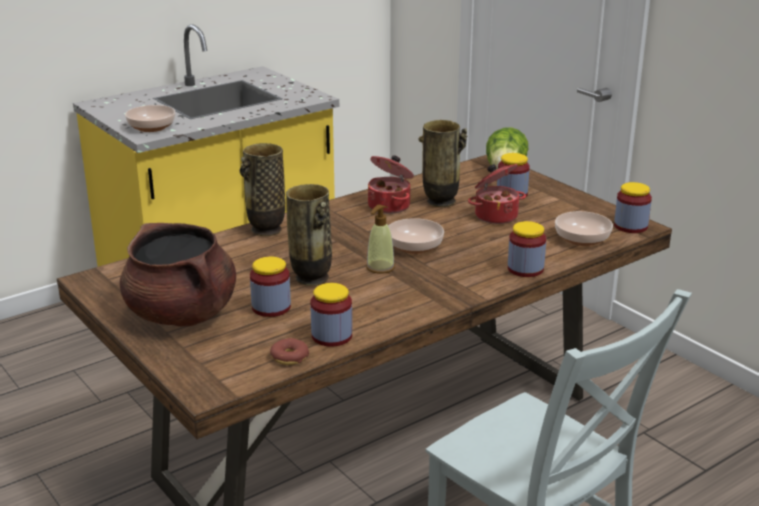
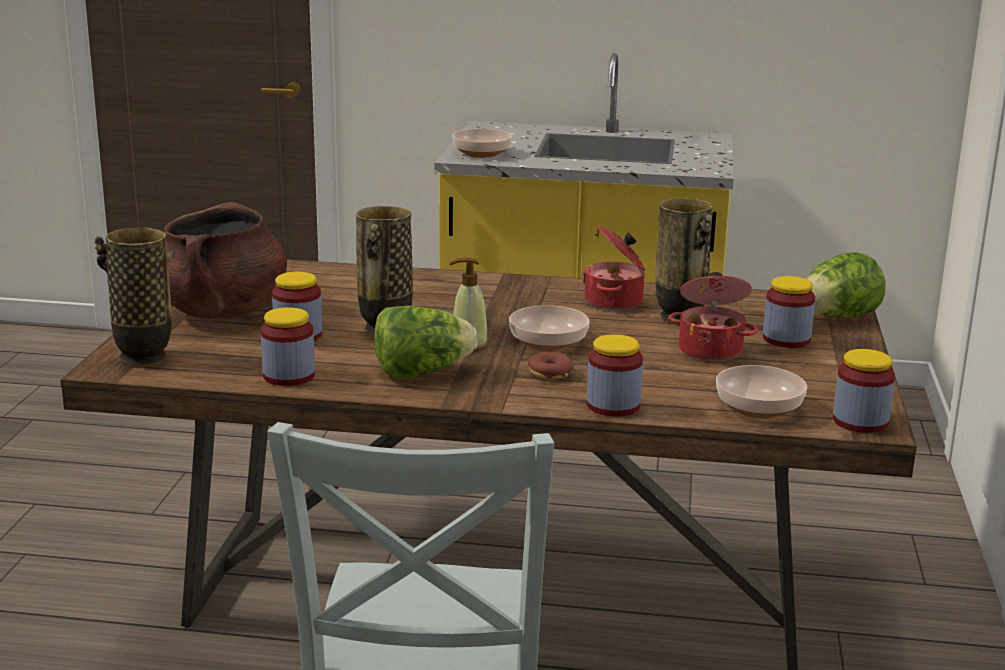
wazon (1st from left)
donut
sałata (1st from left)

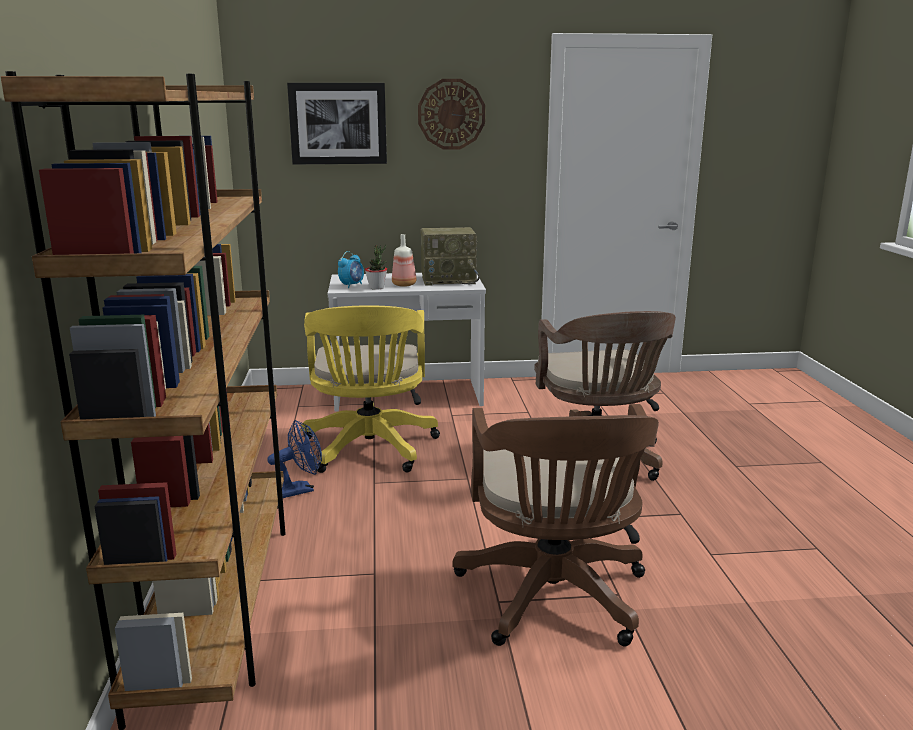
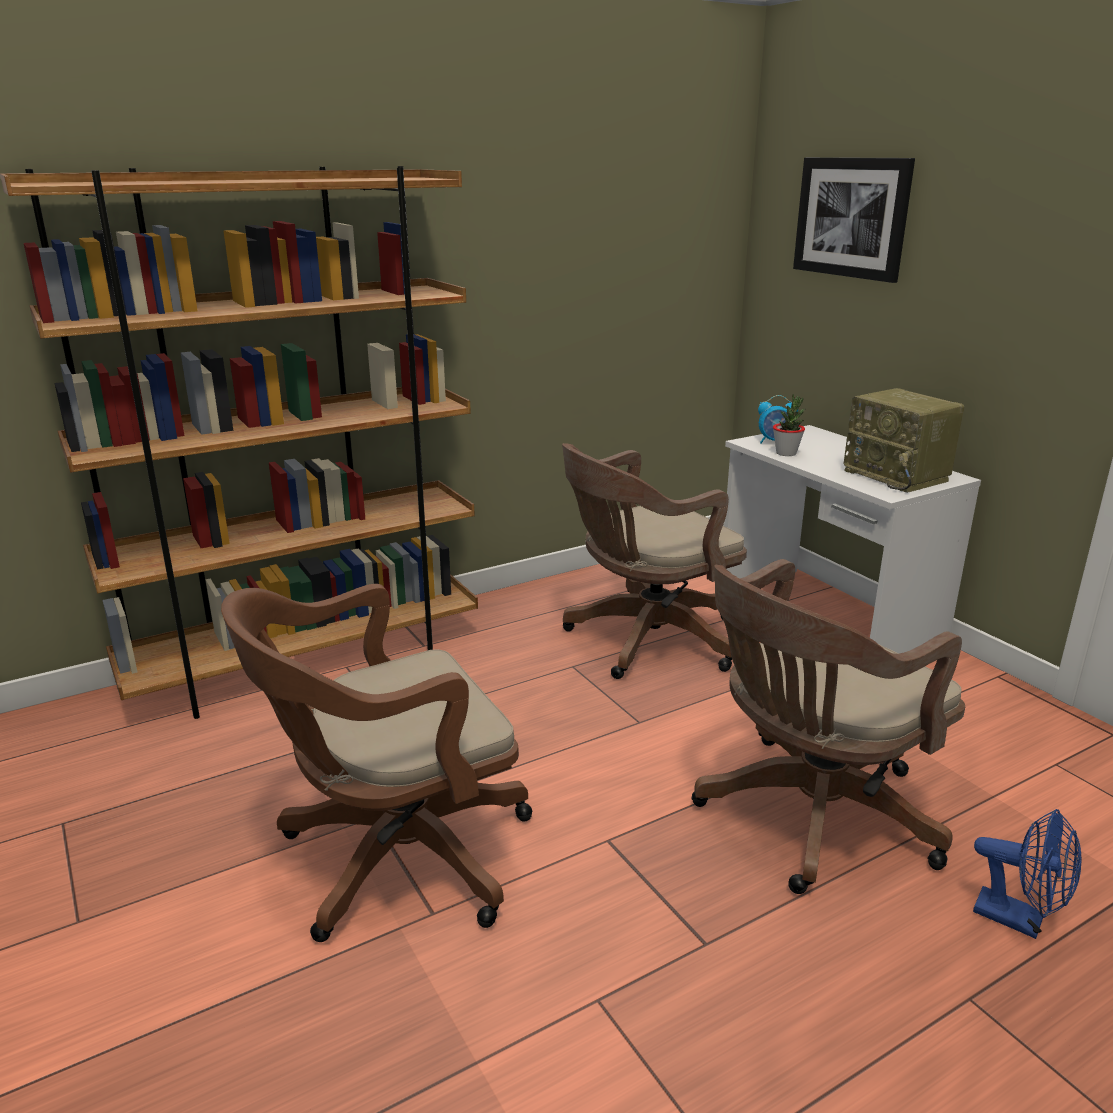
wentylator (niebieski)
krzesło biurowe (brązowy) (2nd from left)
butelka
zegar ścienny

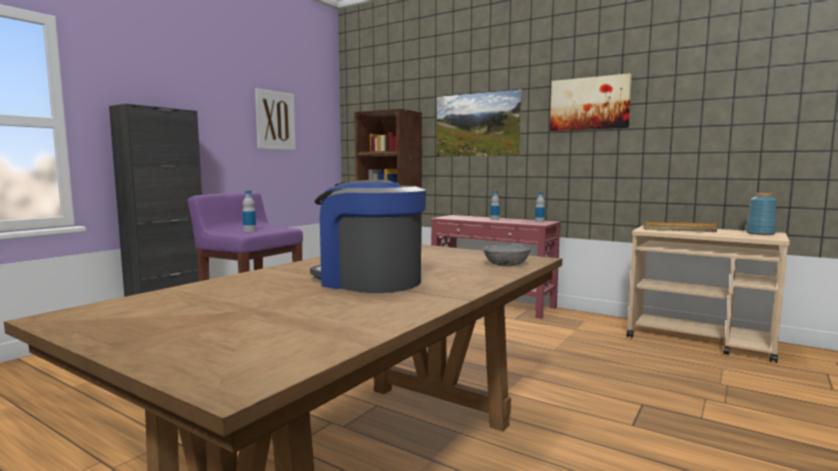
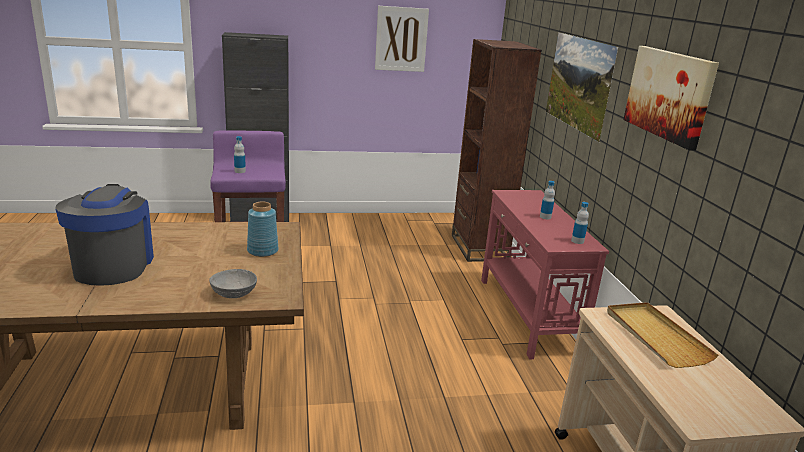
wazon (niebieski)

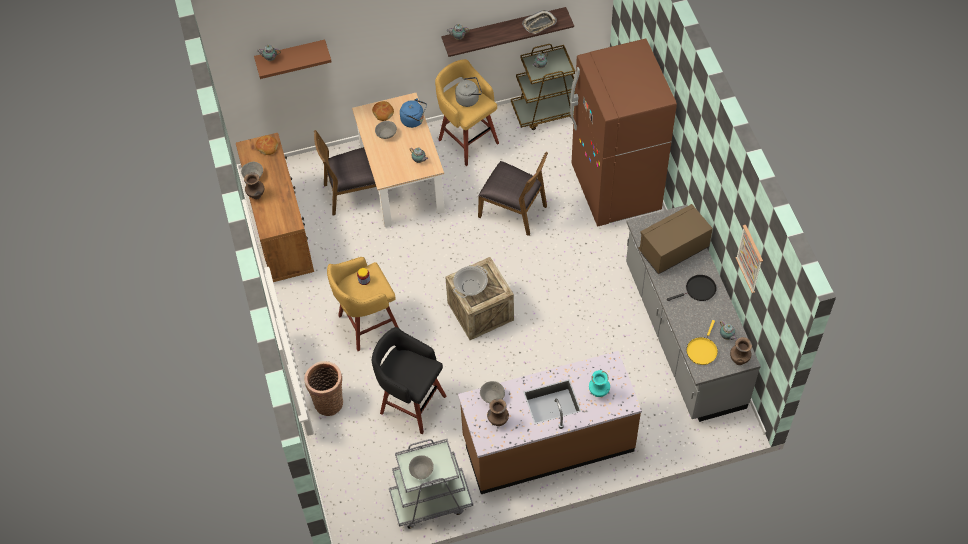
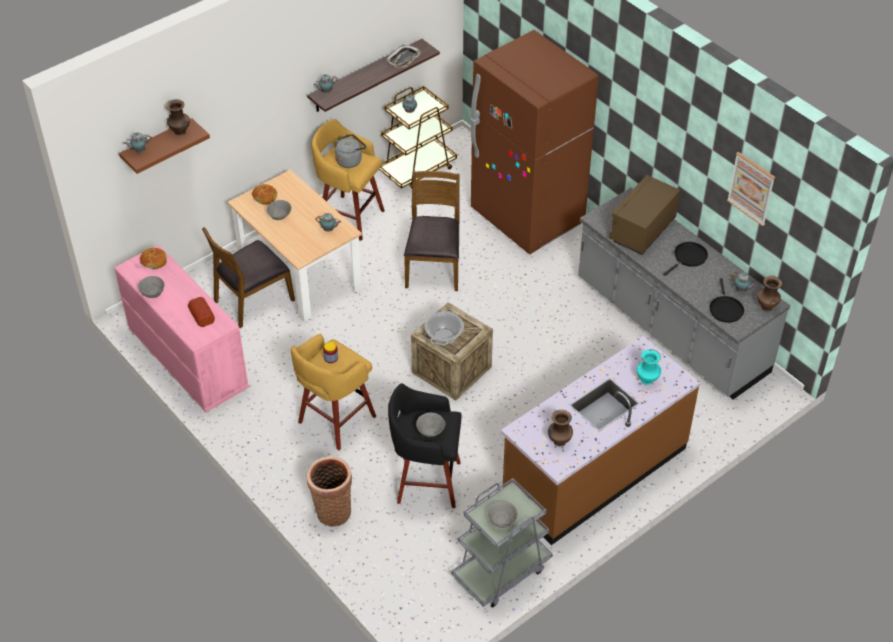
komoda (różowy)
wazon (brązowy) (1st from left)
czajnik (niebieski)
krzesło (brązowy) (2nd from left)
miska (szary) (3rd from left)
patelnia (czarny) (2nd from left)
chleb (2nd from left)

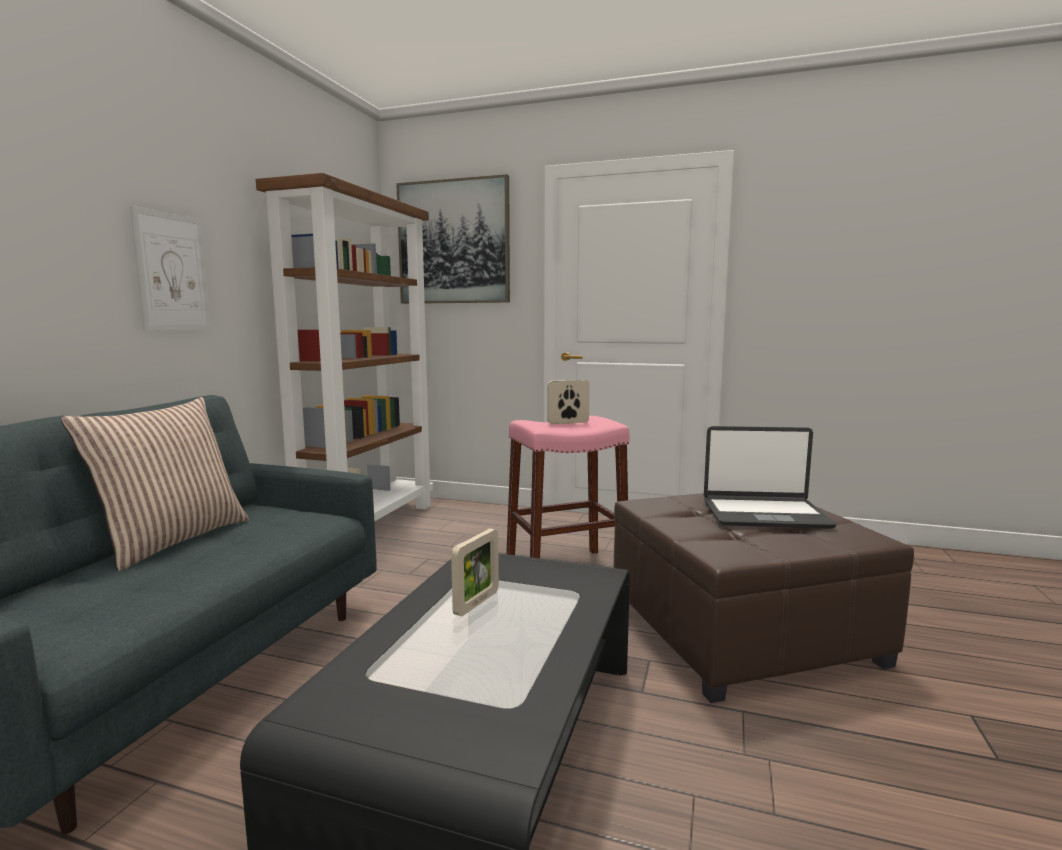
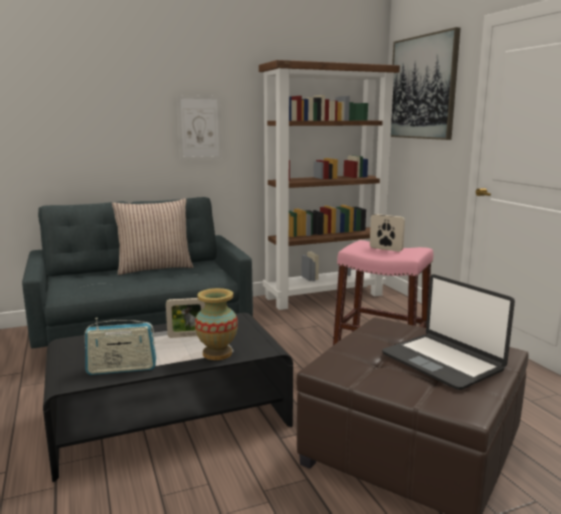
radio
wazon

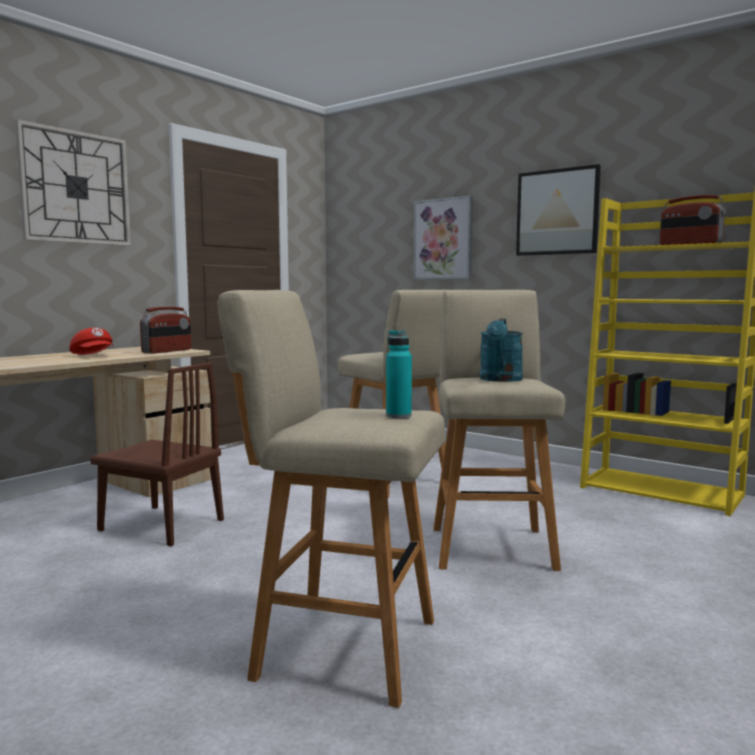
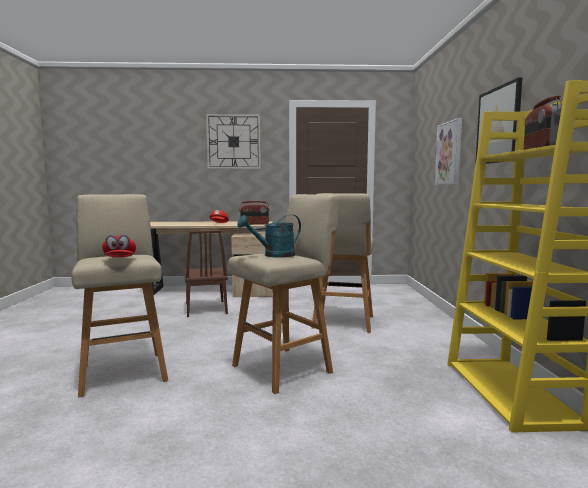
czapka z daszkiem (czerwony) (1st from left)

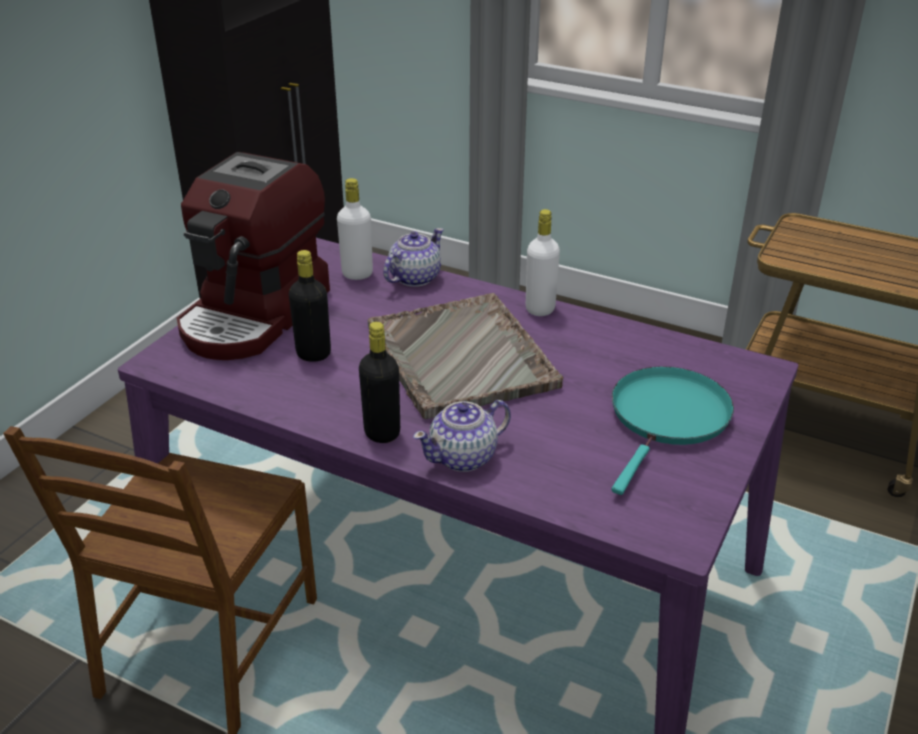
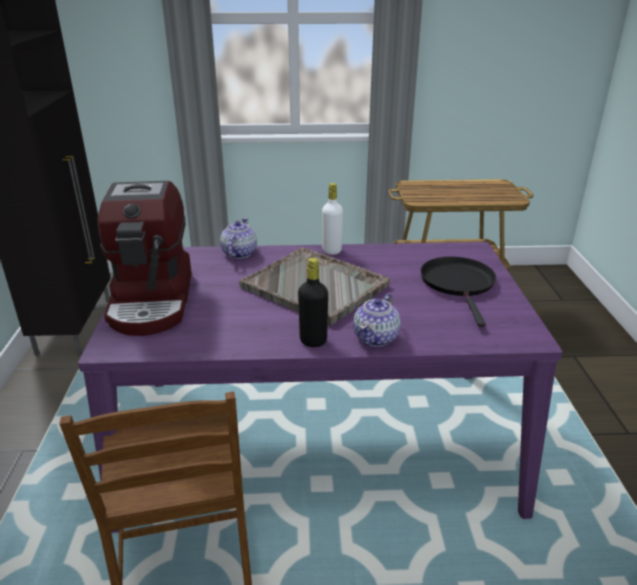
butelka (czarny) (1st from left in the first image)
butelka (biały) (1st from left in the first image)
patelnia (czarny)

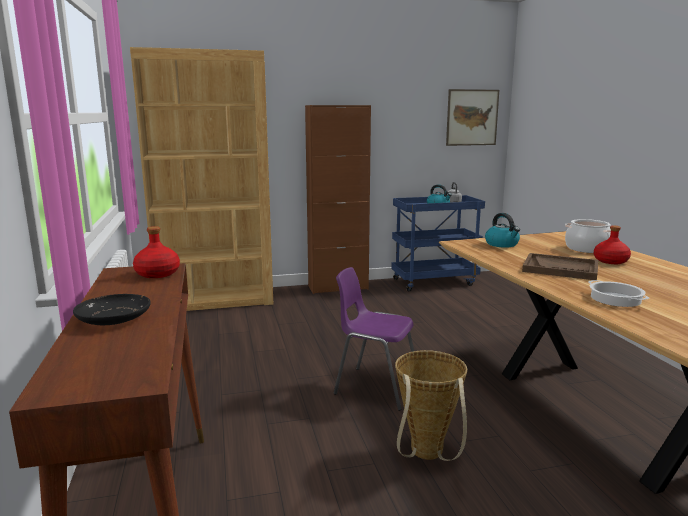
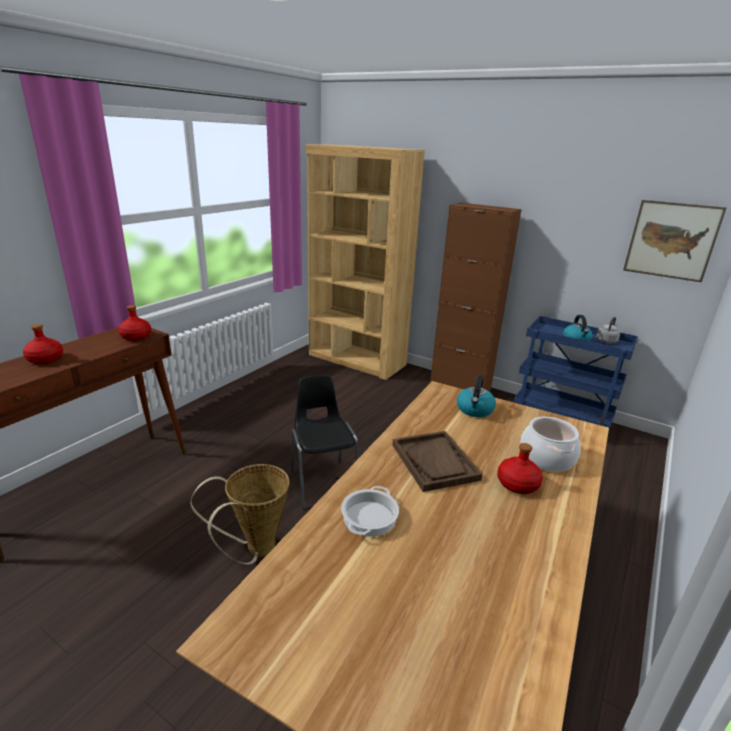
butelka (czerwony) (1st from left)
krzesło (czarny)

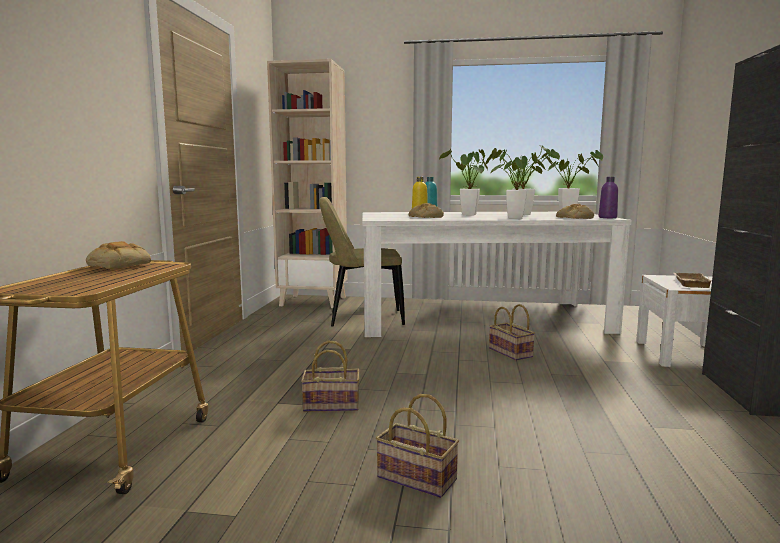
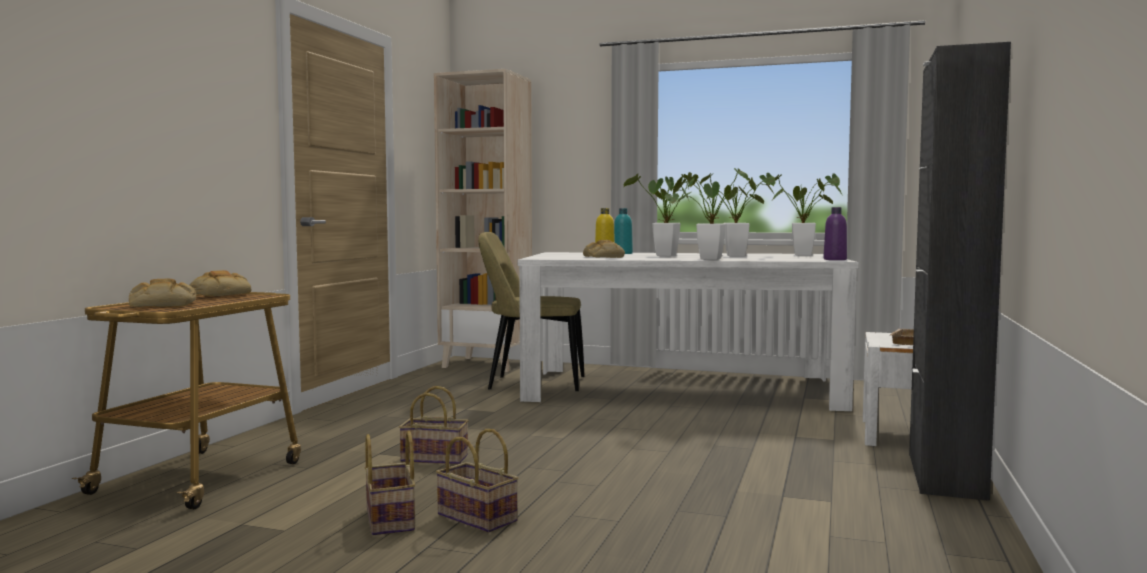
koszyk (1st from left)
chleb (1st from left)

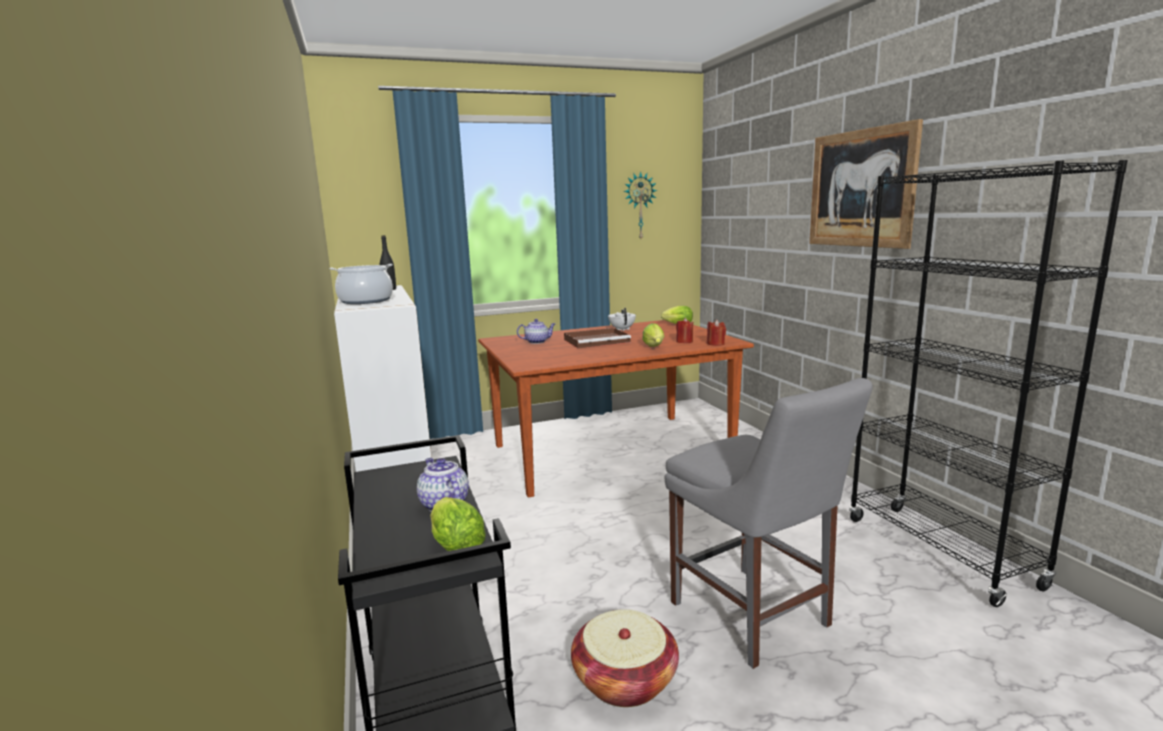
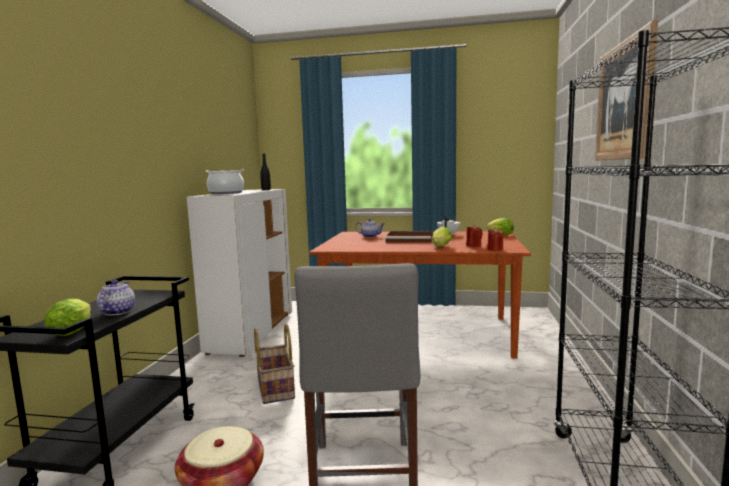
zegar ścienny
koszyk (2nd from left)

